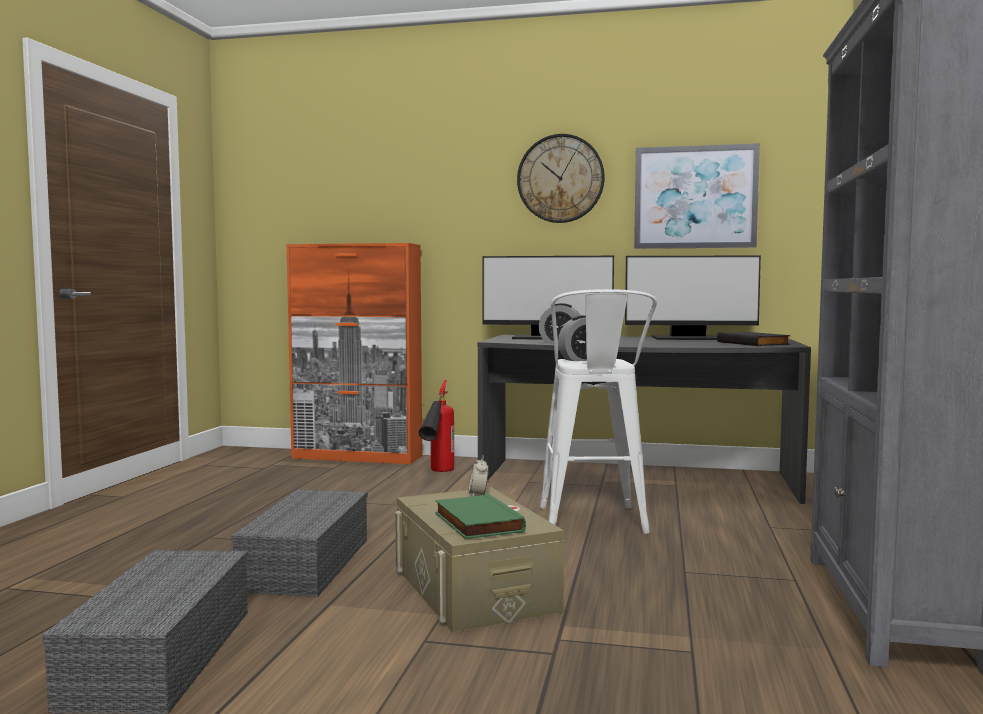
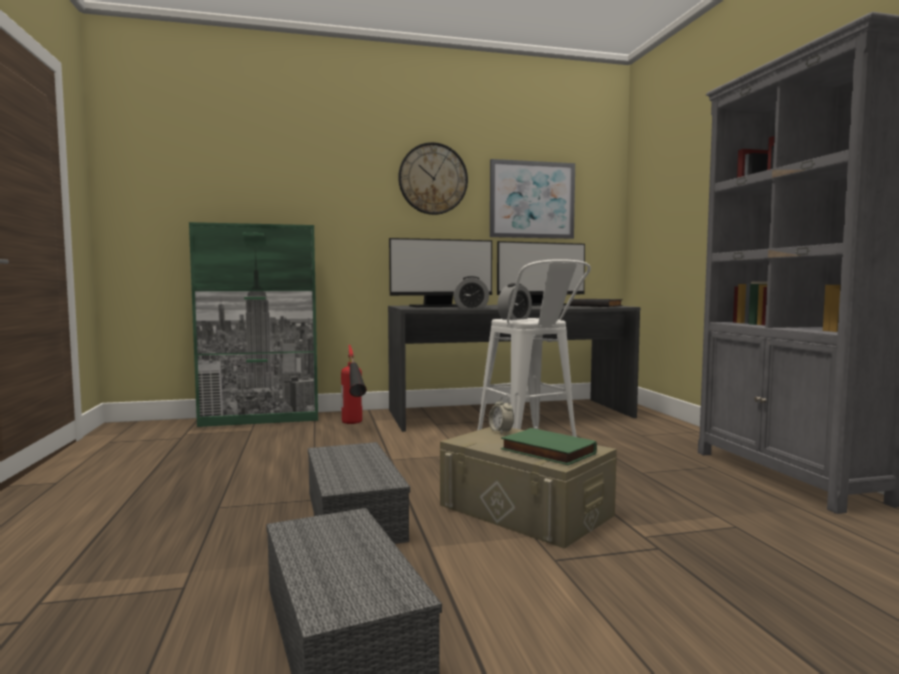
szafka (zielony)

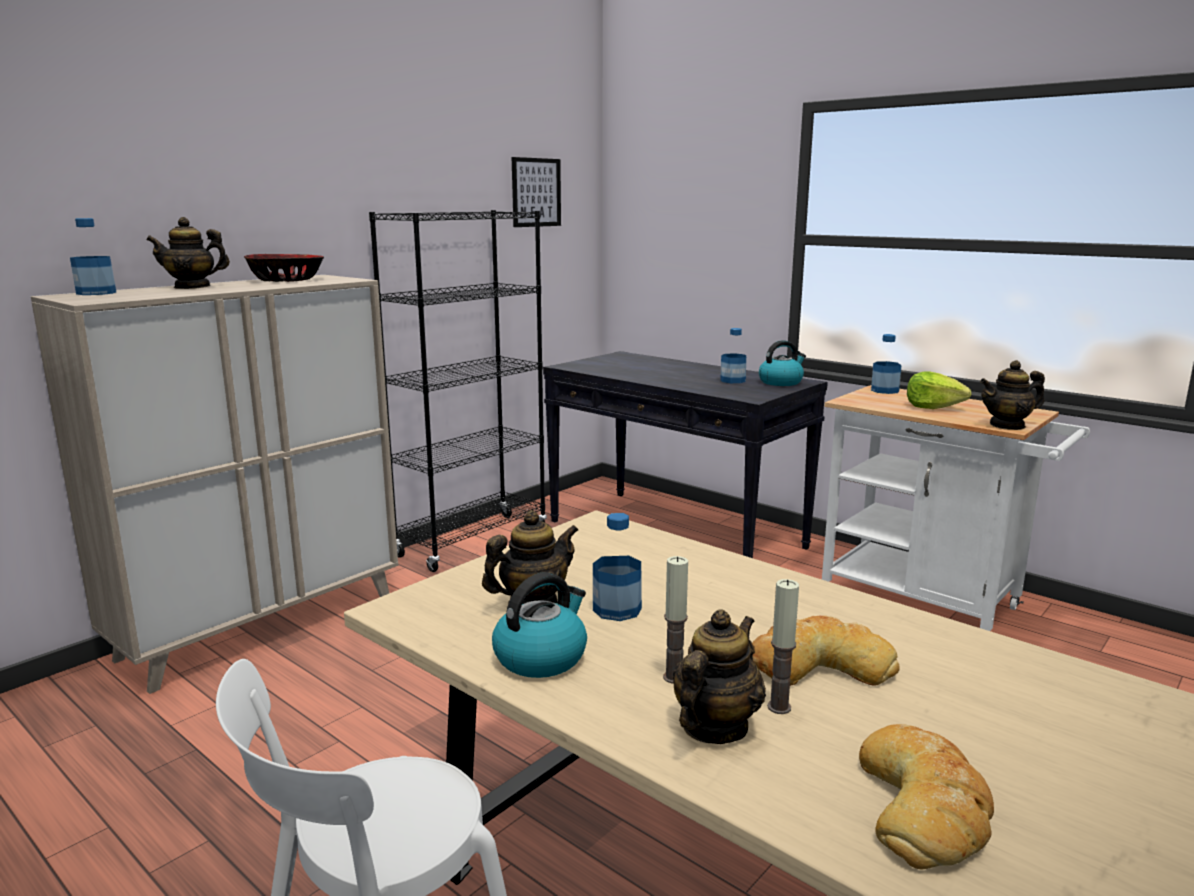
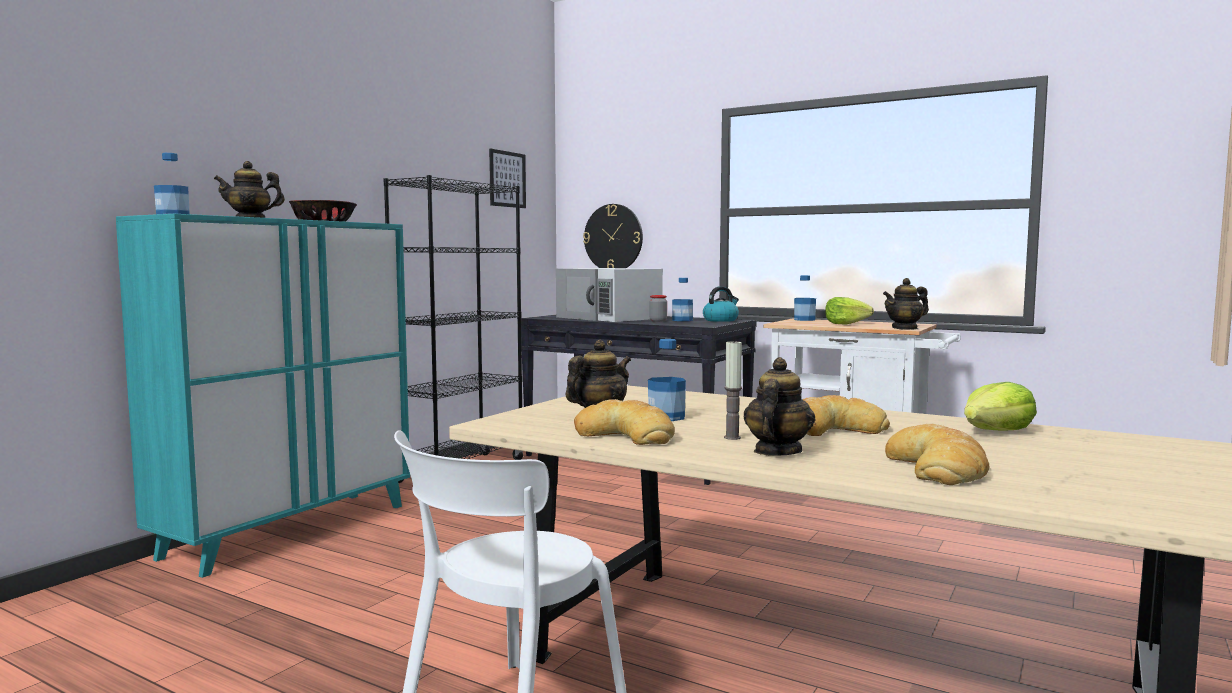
szafka (turkusowy)
chleb (1st from left)
świeca (2nd from left in the first image)
mikrofalówka (biały)
zegar ścienny
słoik
sałata (2nd from left)

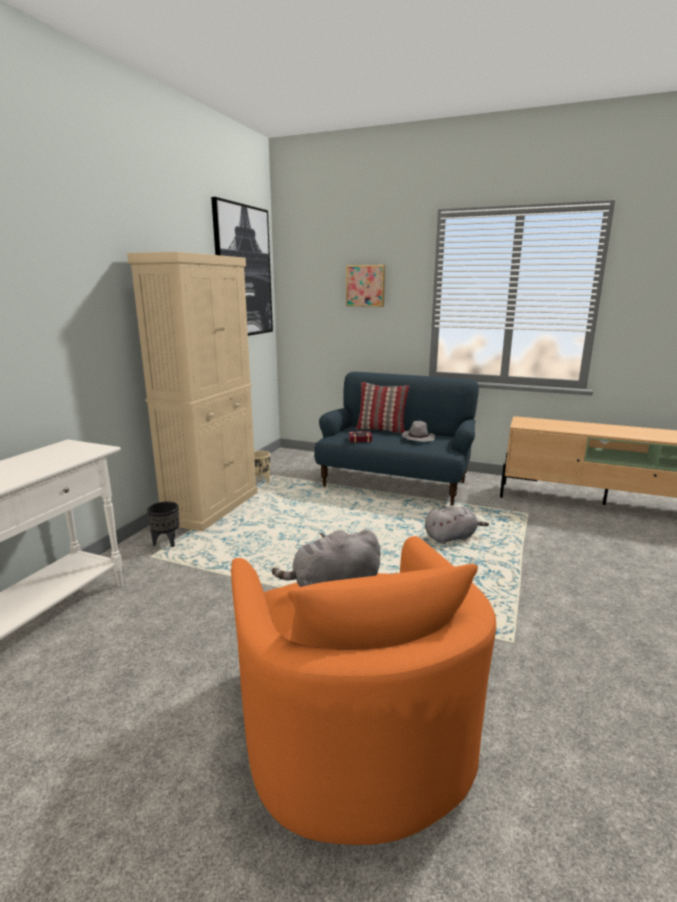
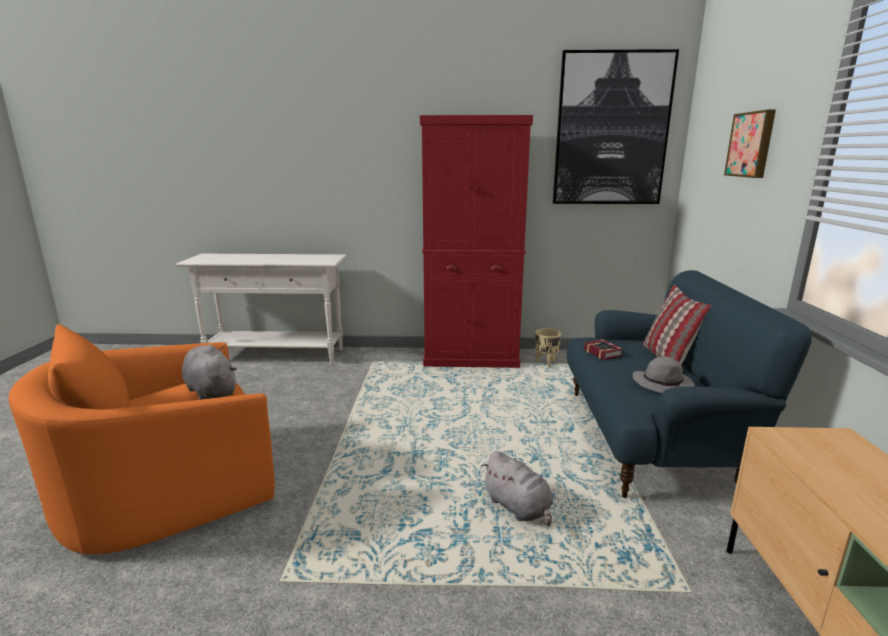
szafka (czerwony)
donica (czarny)

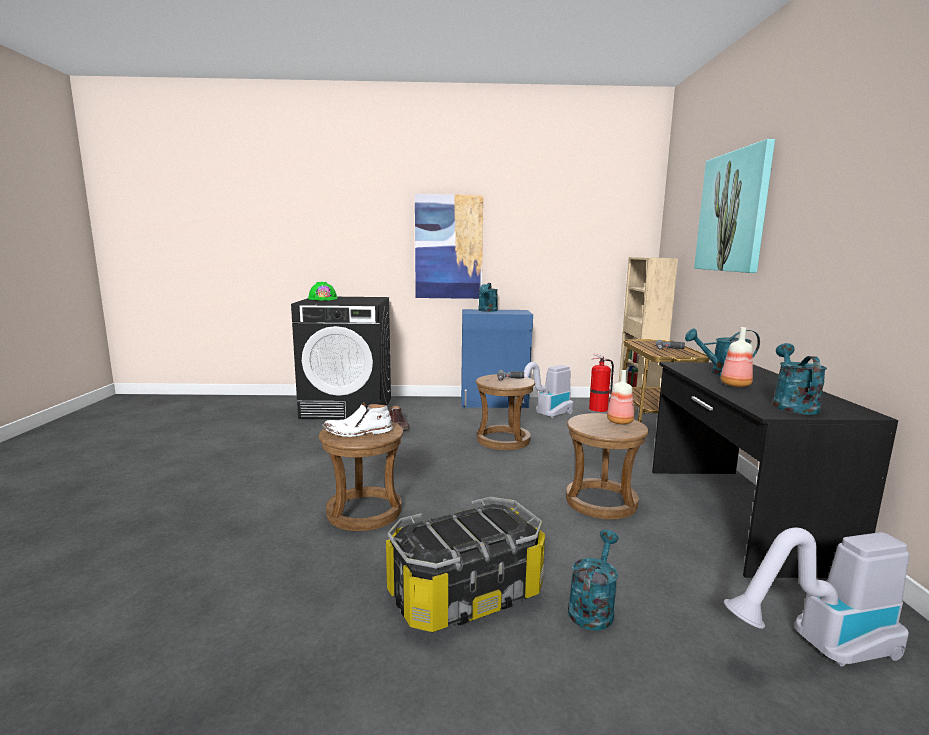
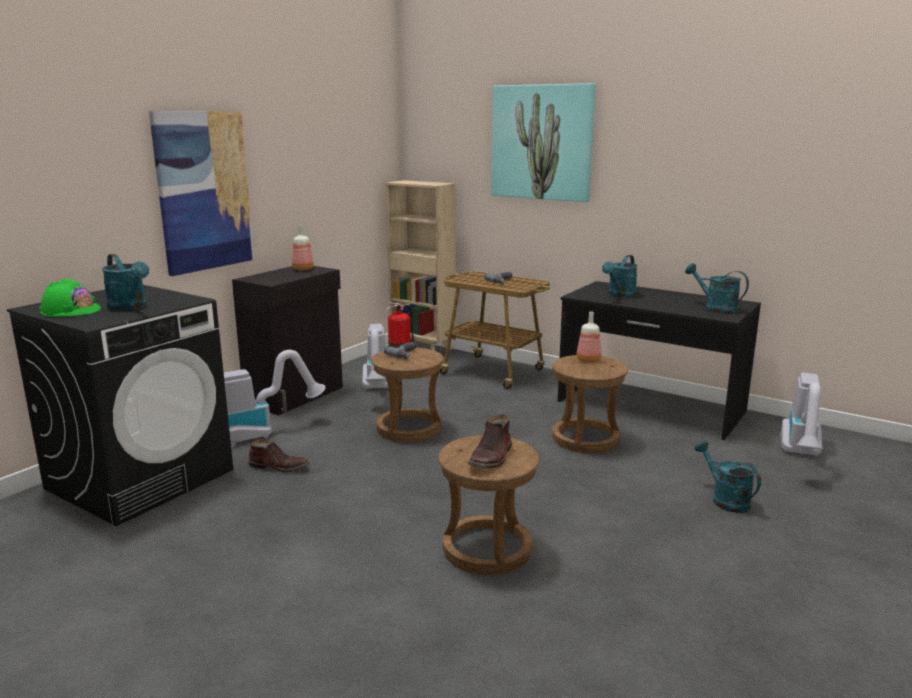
but z cholewką (brązowy) (2nd from left)
pojemnik do przechowywania
szafka (czarny)
konewka (turkusowy) (1st from left)
butelka (1st from left)
odkurzacz (1st from left)

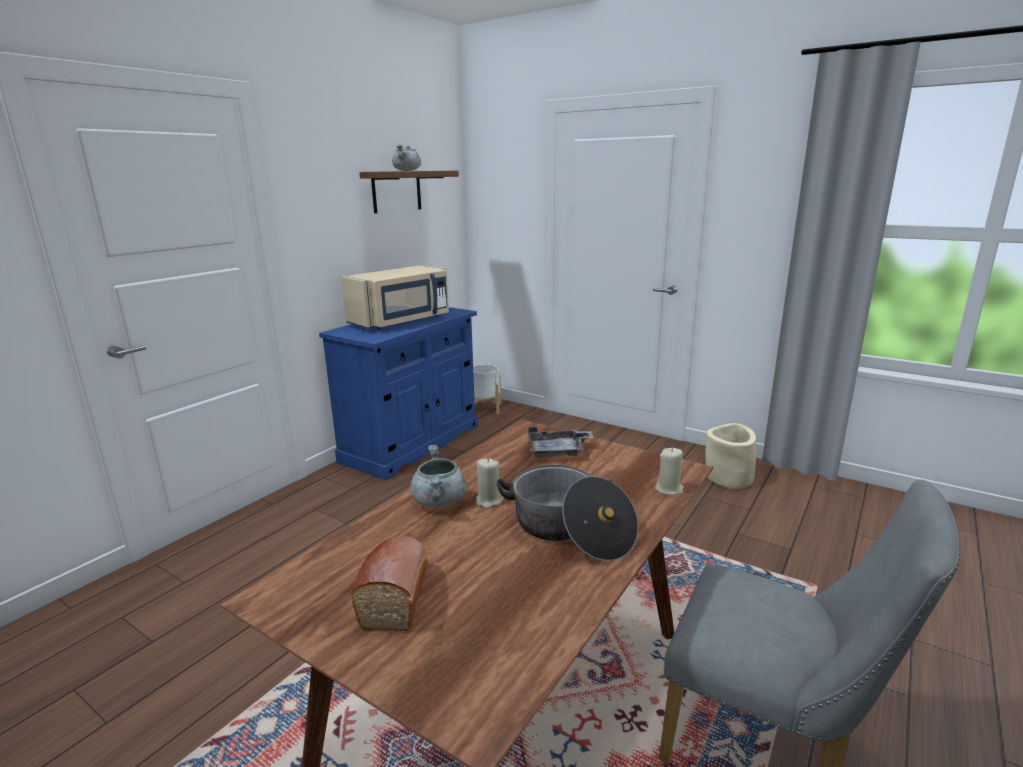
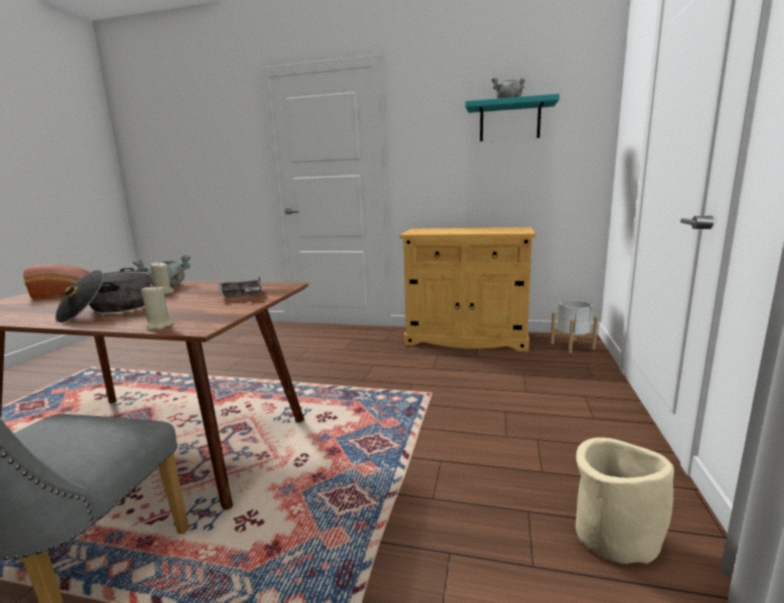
szafka (beżowy)
mikrofalówka (beżowy)
półka (turkusowy)

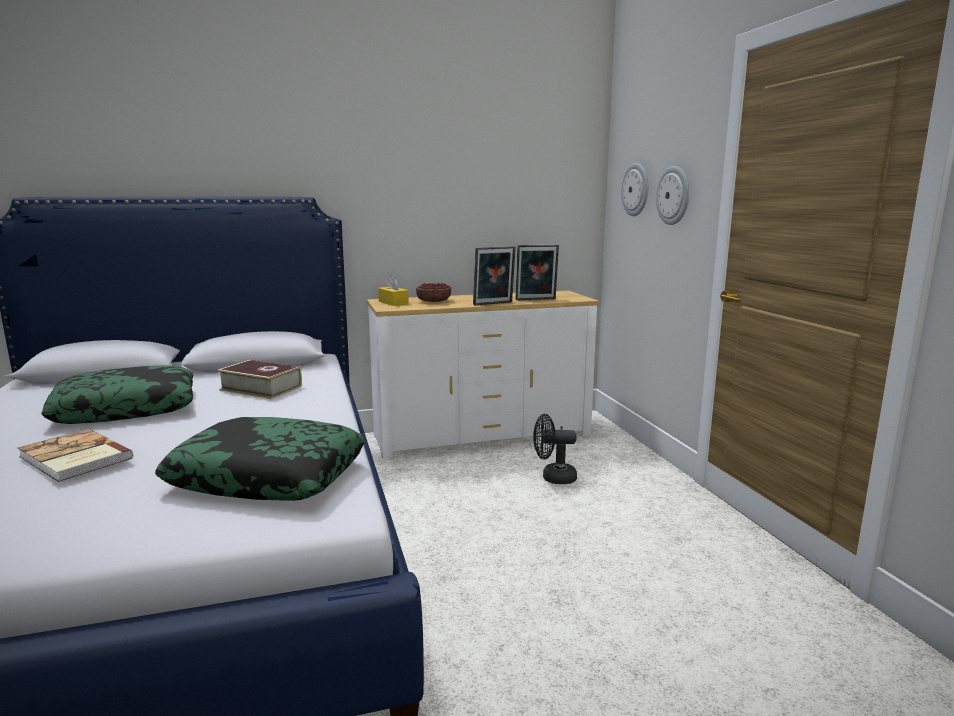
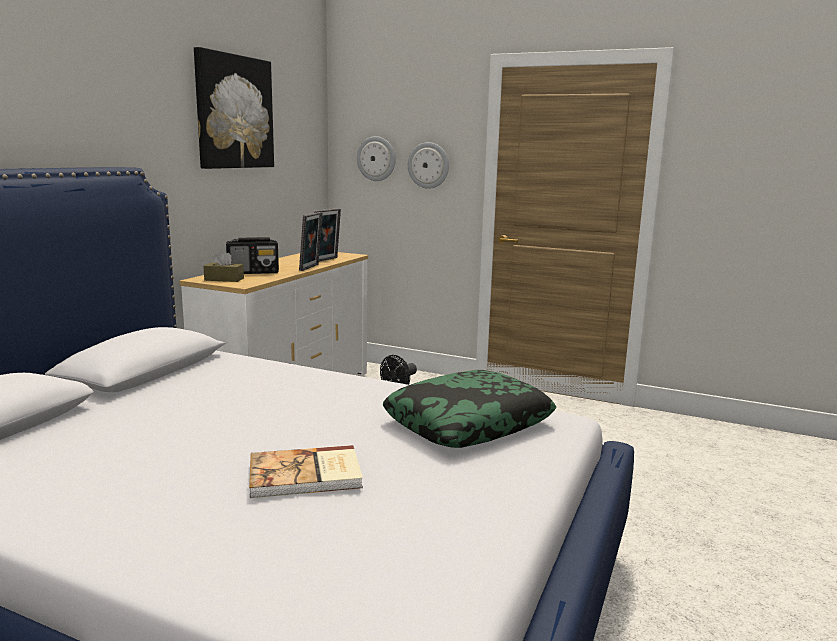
poduszka (1st from left in the first image)
książka (2nd from left in the first image)
pudełko chusteczek (brązowy)
radio
obraz

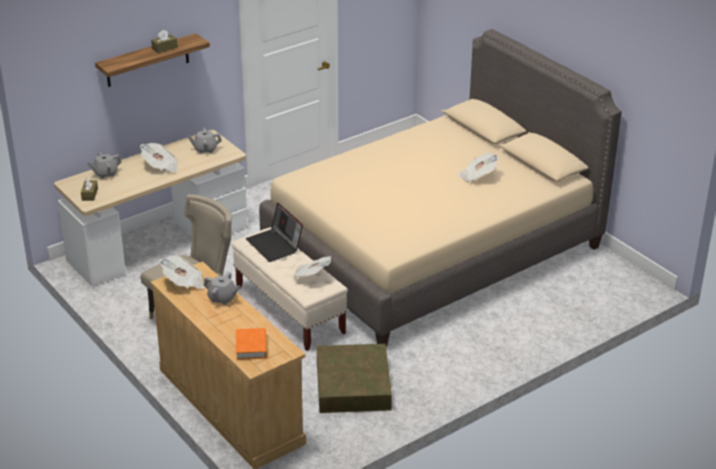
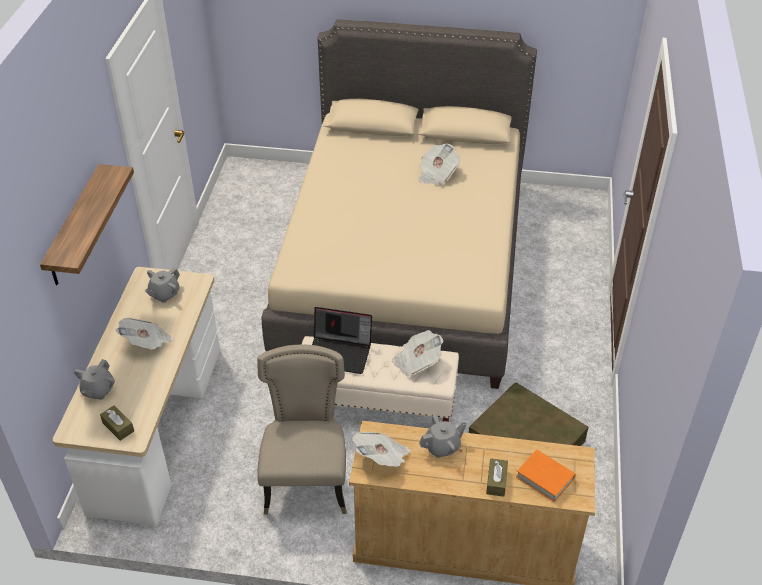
pudełko chusteczek (brązowy) (2nd from left)

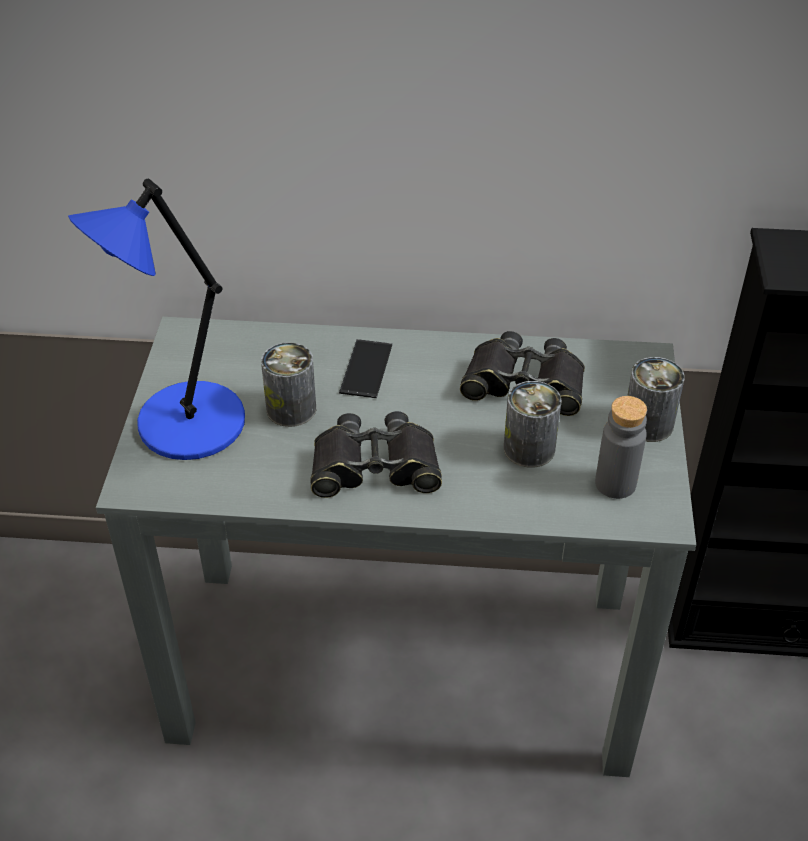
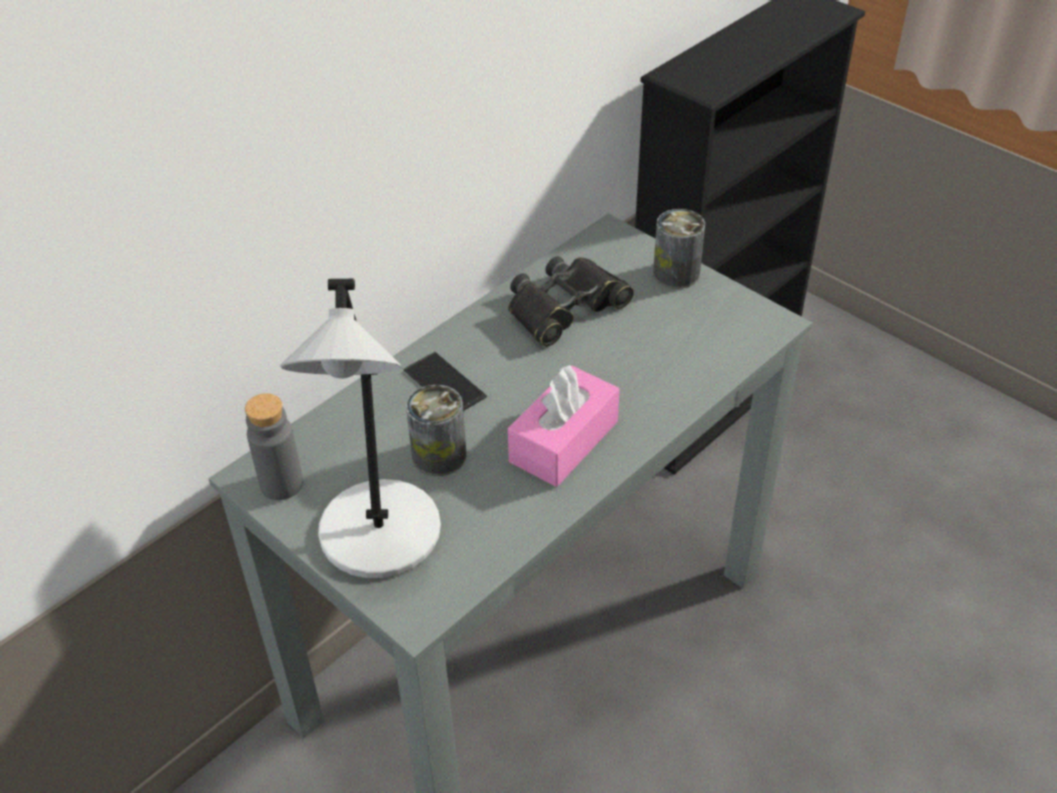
lampa stołowa (szary)
pudełko chusteczek (różowy)
puszka (2nd from left in the first image)
butelka (szary)

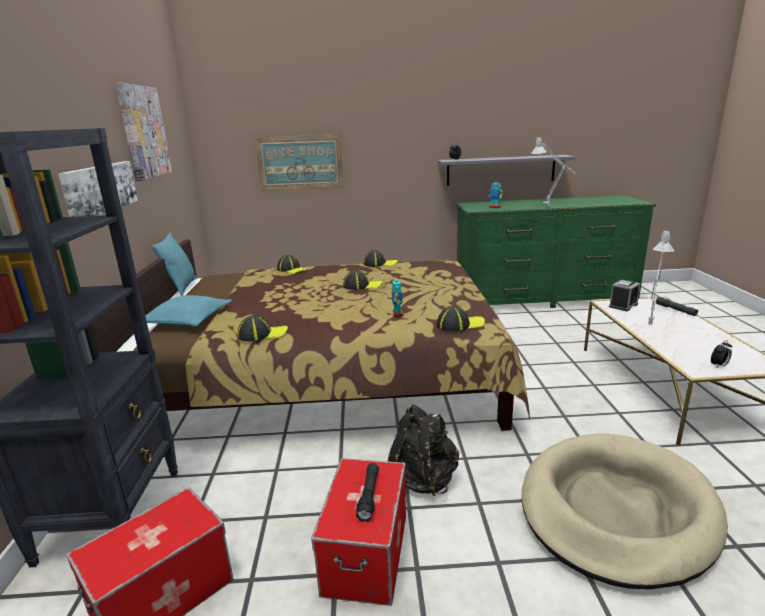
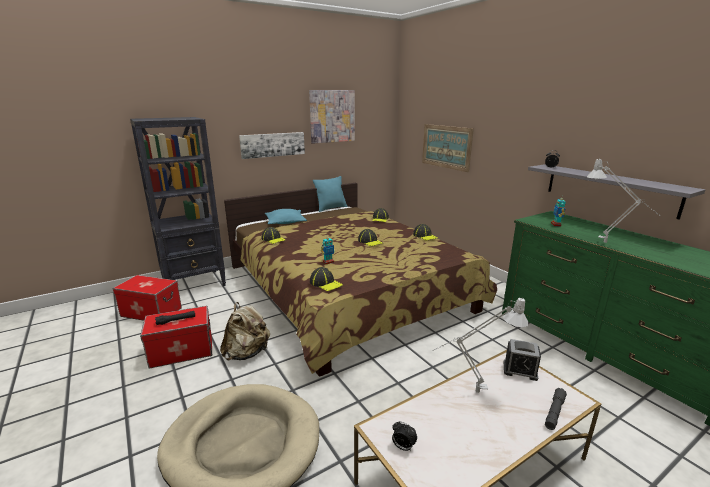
plecak (beżowy)

